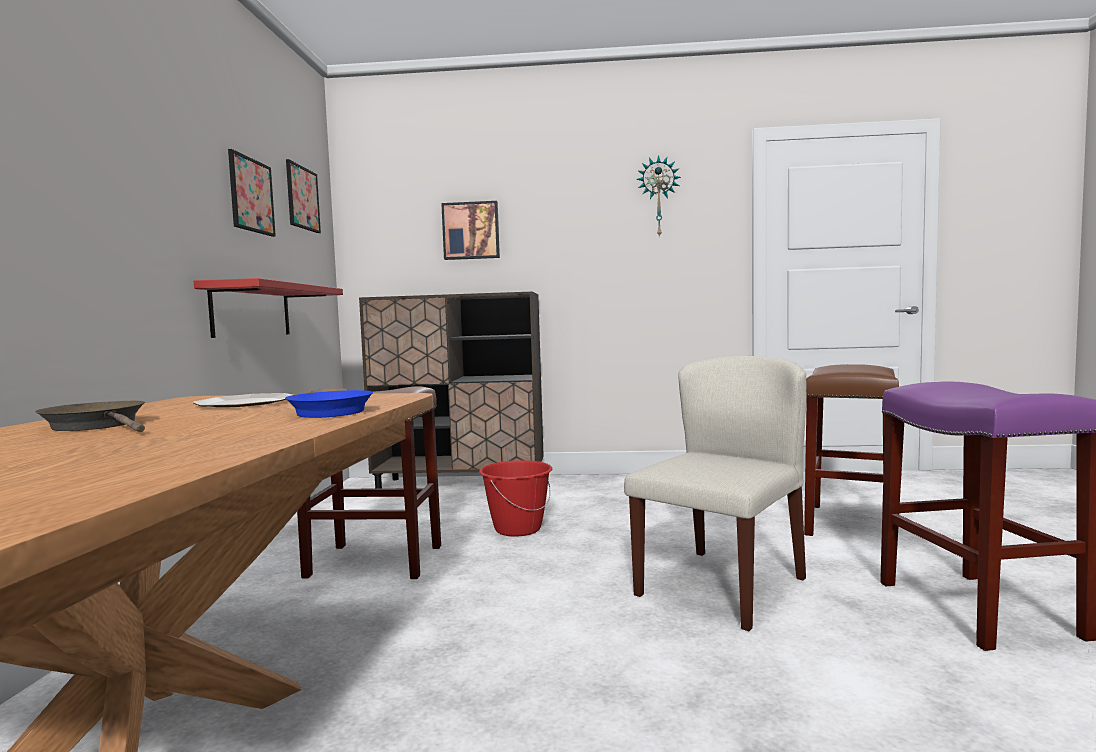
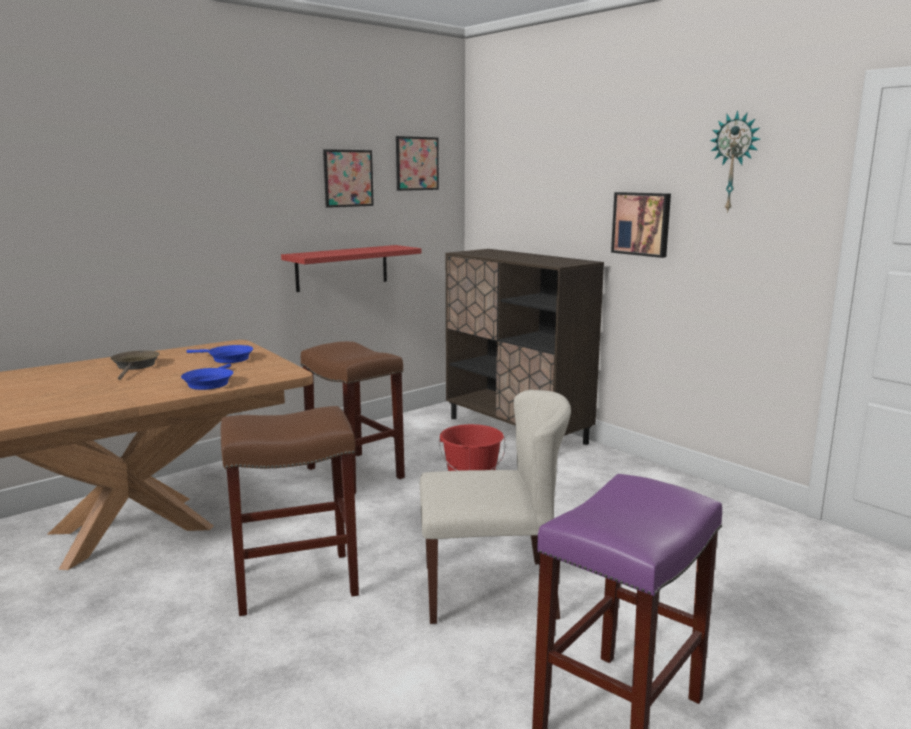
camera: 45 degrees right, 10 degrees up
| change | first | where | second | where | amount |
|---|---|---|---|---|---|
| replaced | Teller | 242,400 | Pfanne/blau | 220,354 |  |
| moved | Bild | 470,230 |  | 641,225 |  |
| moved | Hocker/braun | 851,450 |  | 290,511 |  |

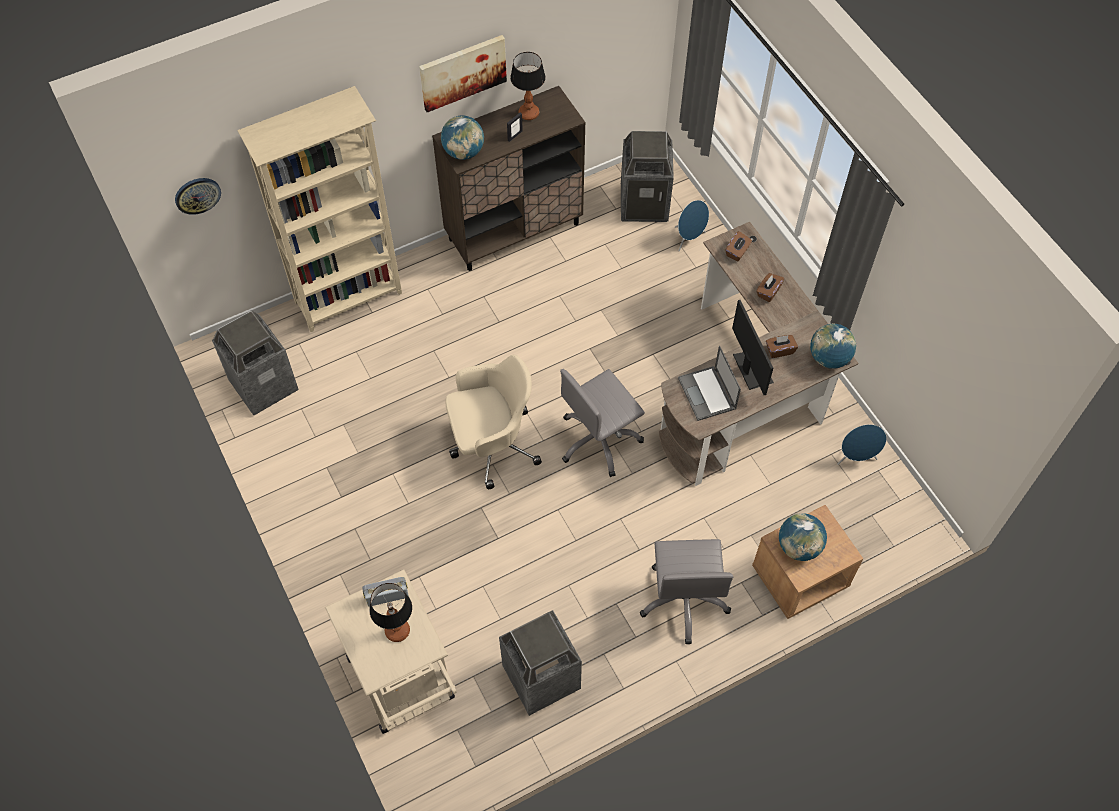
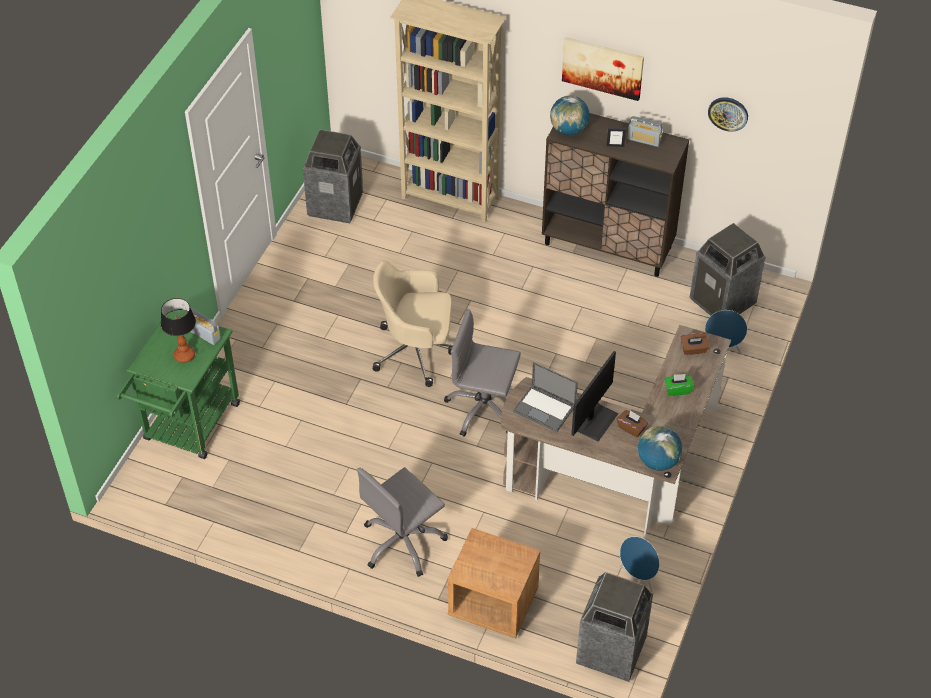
camera: 50 degrees right, 10 degrees down
| change | first | where | second | where | amount |
|---|---|---|---|---|---|
| moved | Wanduhr | 198,196 |  | 728,114 |  |
| recoloured | Rollwagen/beige | 391,651 | Rollwagen/grün | 178,385 |  |
| turned | Bürostuhl/beige | 493,422 |  | 413,324 | 150 degrees clockwise |
| moved | Mülleimer | 540,663 |  | 614,627 |  |
| replaced | Tischlampe | 528,86 | Radio | 645,131 |  |
| turned | Laptop | 709,383 |  | 545,397 | 90 degrees counterclockwise |
| recoloured | Taschentuchbox/braun | 770,287 | Taschentuchbox/grün | 679,385 |  |
| removed | Globus | 803,537 |  |  |  |

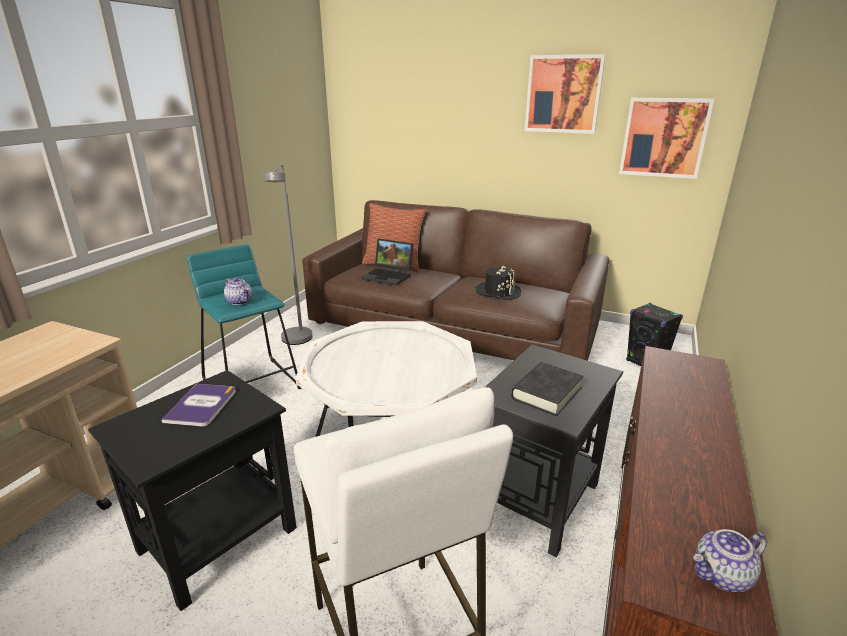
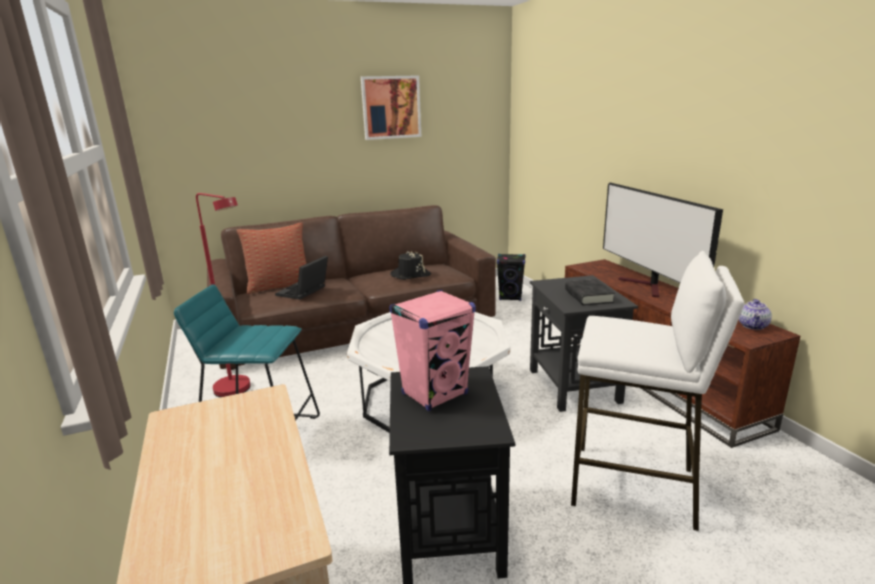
camera: 45 degrees left, 5 degrees down
| change | first | where | second | where | amount |
|---|---|---|---|---|---|
| replaced | Buch | 198,405 | Lautsprecher/rosa | 432,350 |  |
| removed | Teekanne | 238,291 |  |  |  |
| recoloured | Stehlampe/grau | 288,254 | Stehlampe/rot | 223,295 |  |
| turned | Laptop | 387,262 |  | 301,278 | 135 degrees clockwise |
| removed | Bild | 666,138 |  |  |  |
| added |  |  | Fernseher | 663,240 |  |

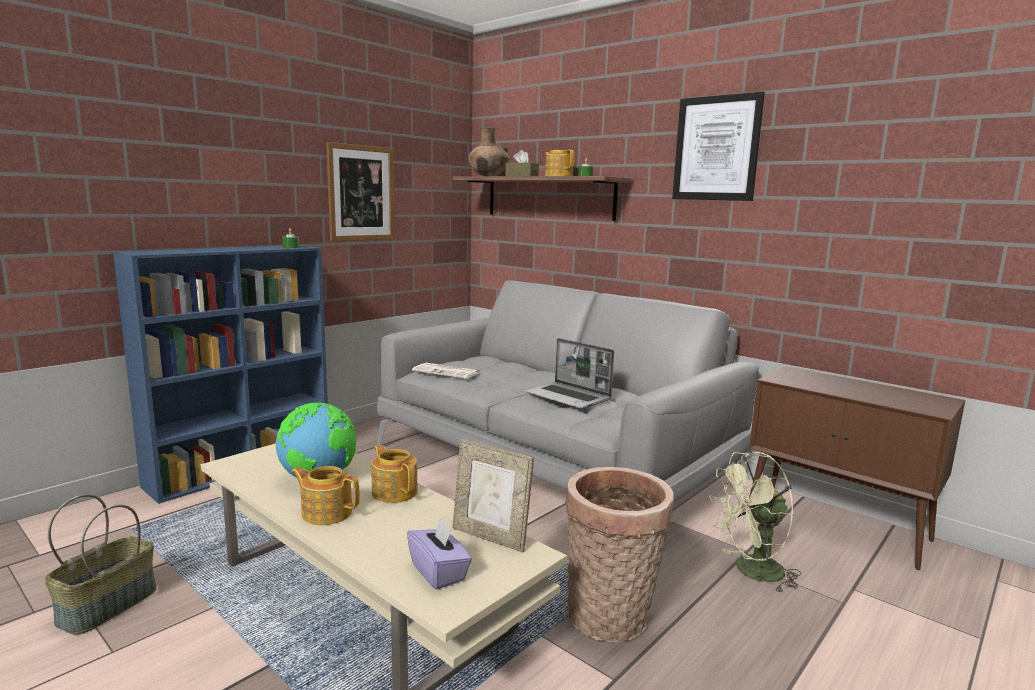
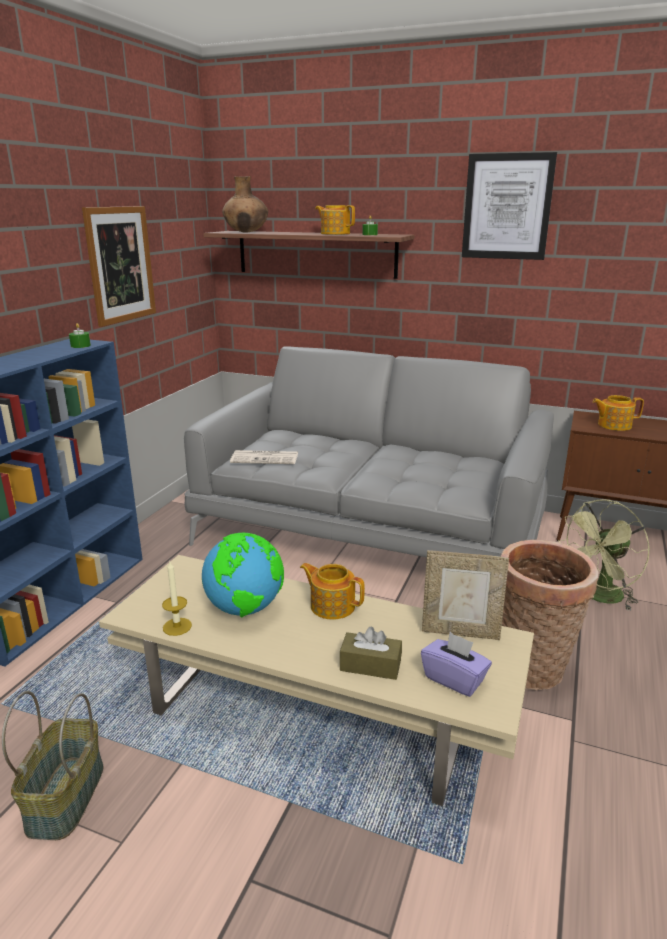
camera: 20 degrees left, 10 degrees up
| change | first | where | second | where | amount |
|---|---|---|---|---|---|
| moved | Teekanne | 325,495 |  | 618,413 |  |
| moved | Taschentuchbox/braun | 522,163 |  | 371,653 |  |
| removed | Laptop | 569,373 |  |  |  |
| added |  |  | Kerze | 177,599 |  |

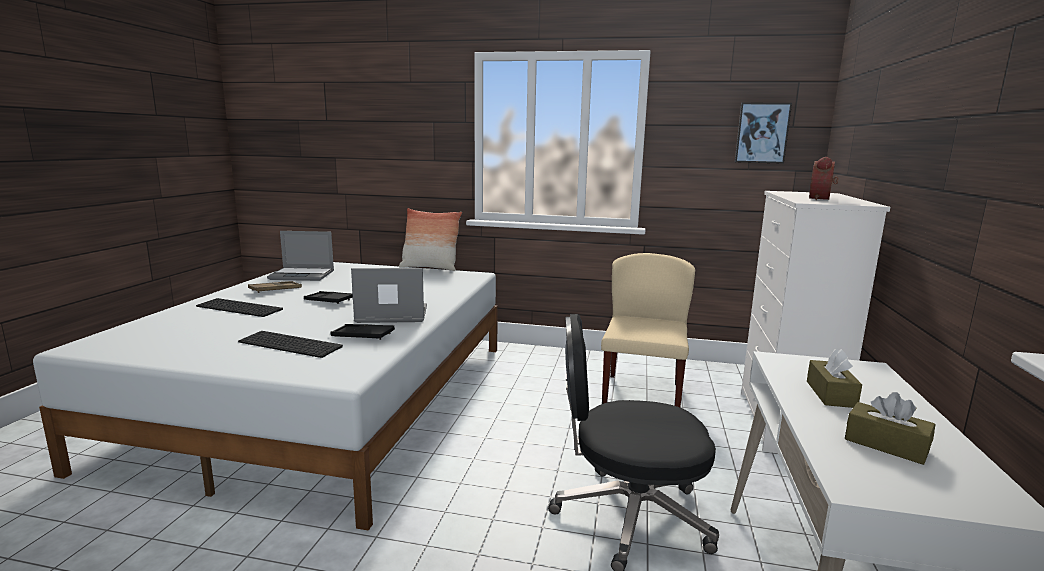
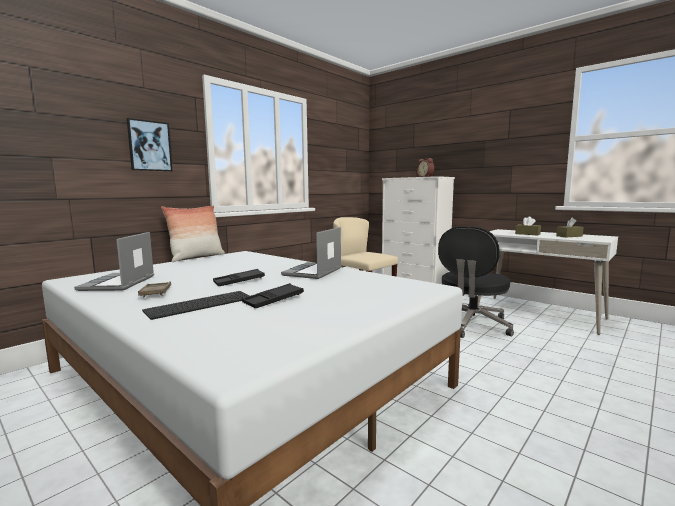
camera: 60 degrees left, 5 degrees down
| change | first | where | second | where | amount |
|---|---|---|---|---|---|
| removed | Tastatur | 290,344 |  |  |  |
| turned | Laptop | 300,256 |  | 114,261 | 150 degrees clockwise |
| moved | Tablett/schwarz | 363,332 |  | 273,295 |  |
| moved | Bild | 763,133 |  | 149,145 |  |

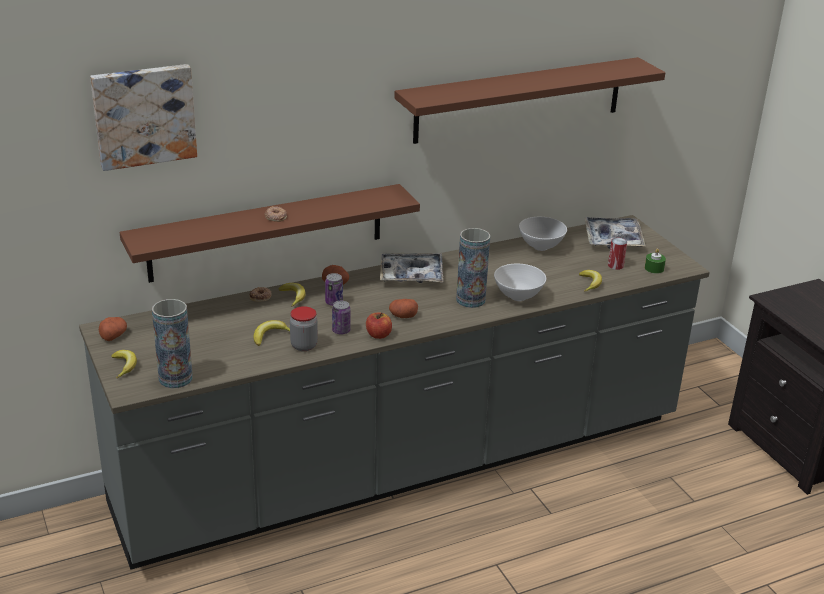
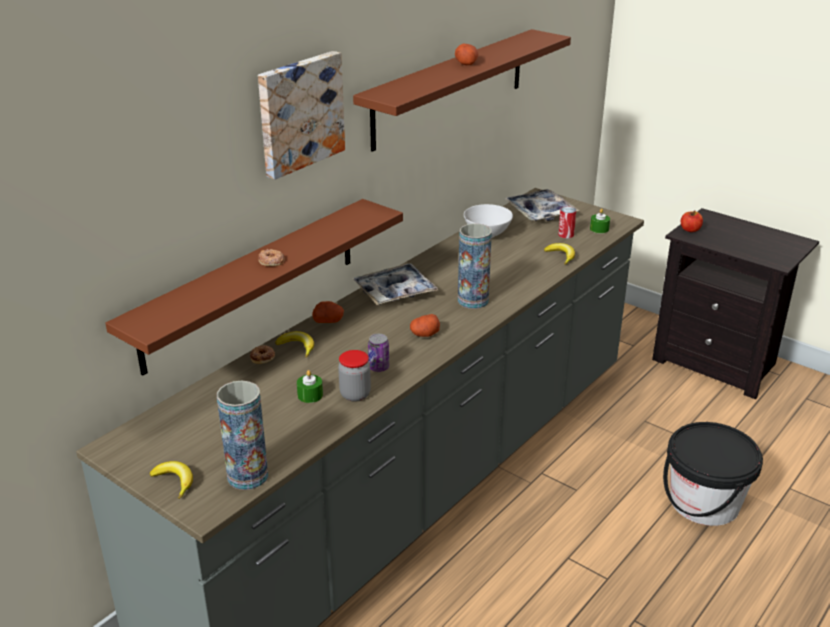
camera: 25 degrees left, 0 degrees up
| change | first | where | second | where | amount |
|---|---|---|---|---|---|
| moved | Bild | 143,117 |  | 301,115 |  |
| moved | Kartoffel | 113,329 |  | 466,54 |  |
| replaced | Banane | 272,333 | Kerze/grün | 310,386 |  |
| removed | Dose | 334,289 |  |  |  |
| moved | Apfel | 379,325 |  | 692,221 |  |
| removed | Schüssel/weiß | 520,282 |  |  |  |
| added |  |  | Eimer/schwarz | 713,474 |  |

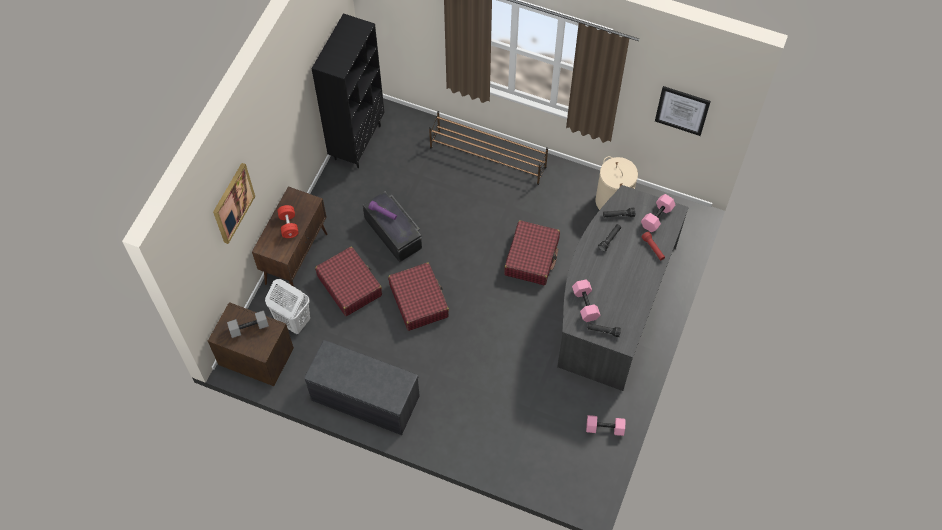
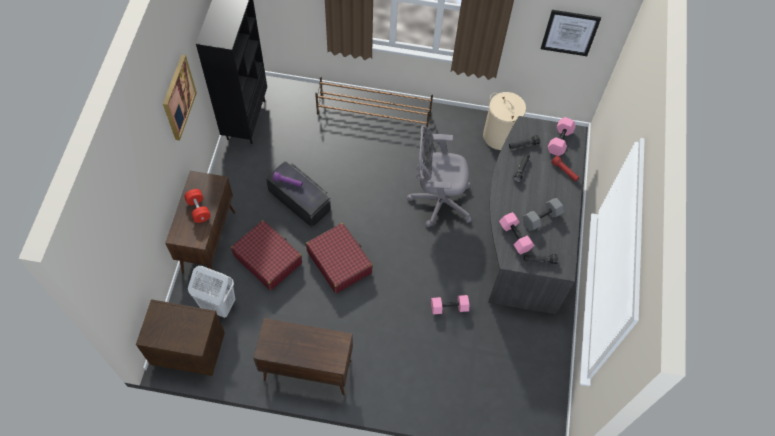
camera: 15 degrees left, 0 degrees up
| change | first | where | second | where | amount |
|---|---|---|---|---|---|
| moved | Bild | 234,203 |  | 180,97 |  |
| moved | Hantel/grau | 248,324 |  | 543,214 |  |
| replaced | Bank/grau | 362,387 | Schrank/braun | 303,356 |  |
| replaced | Koffer/rot | 532,252 | Bürostuhl/grau | 439,176 |  |
| moved | Hantel/rosa | 606,425 |  | 450,305 |  |

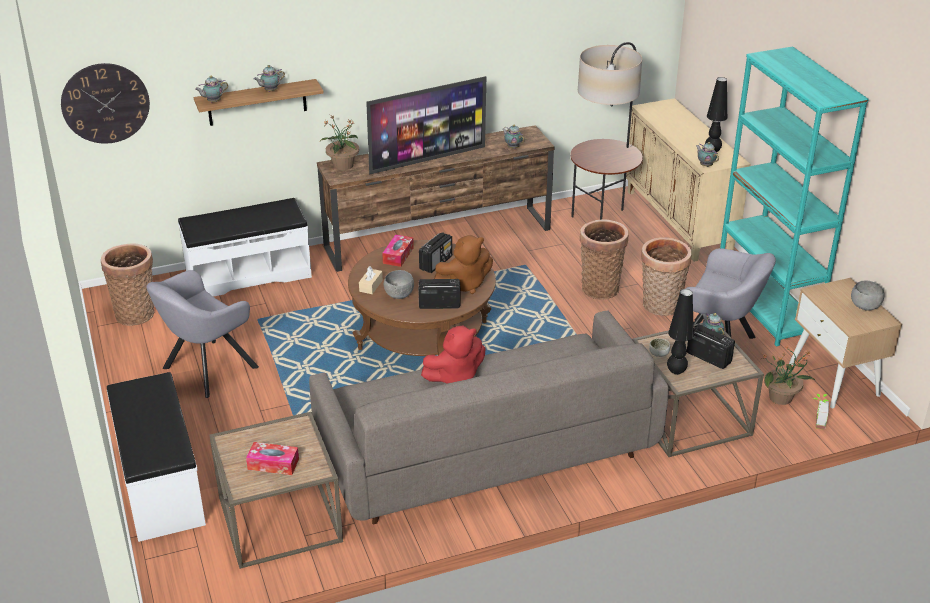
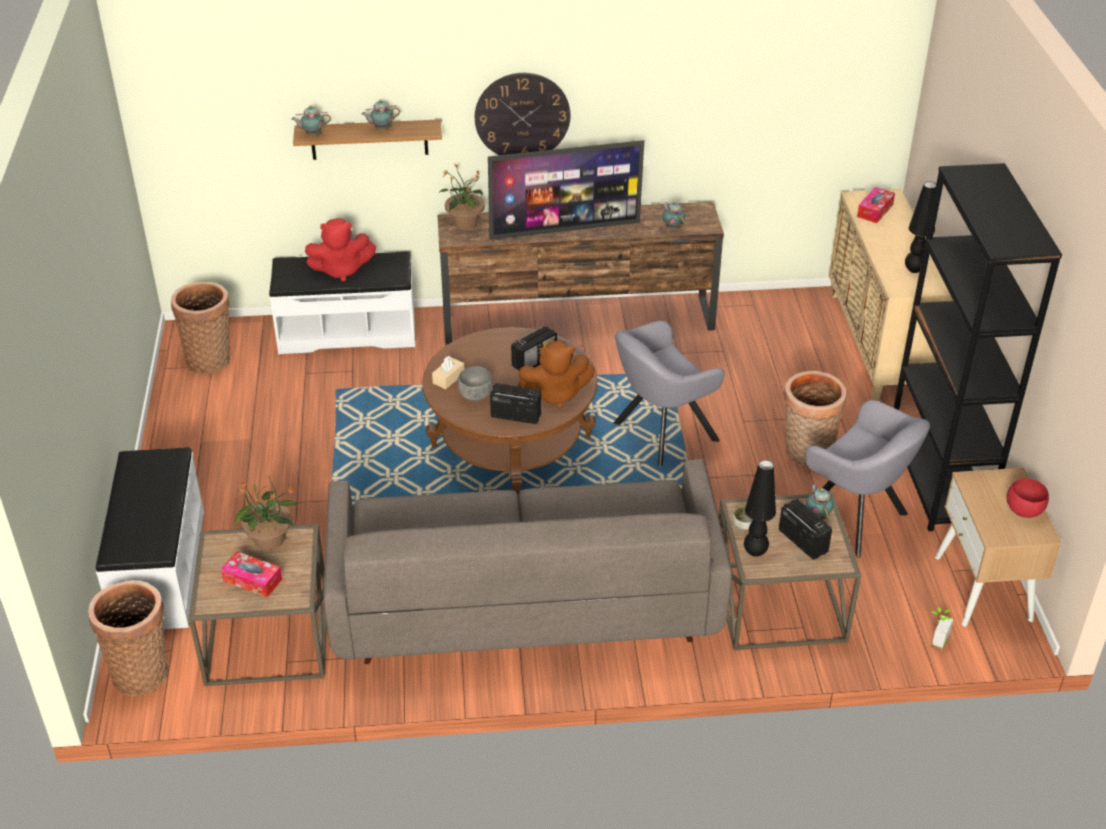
camera: 15 degrees right, 5 degrees up
| change | first | where | second | where | amount |
|---|---|---|---|---|---|
| moved | Wanduhr | 105,103 |  | 522,114 |  |
| moved | Sessel/grau | 202,334 |  | 669,394 |  |
| moved | Taschentuchbox | 398,250 |  | 876,205 |  |
| moved | Plüschtier/rot | 453,354 |  | 340,250 |  |
| removed | Stehlampe | 606,131 |  |  |  |
| moved | Korb | 604,260 |  | 128,638 |  |
| removed | Teekanne | 707,154 |  |  |  |
| recoloured | Bücherregal/türkis | 794,196 | Bücherregal/schwarz | 978,347 |  |
| moved | Topfpflanze | 789,375 |  | 266,512 |  |
| recoloured | Schüssel/grau | 867,296 | Schüssel/rot | 1028,498 |  |

